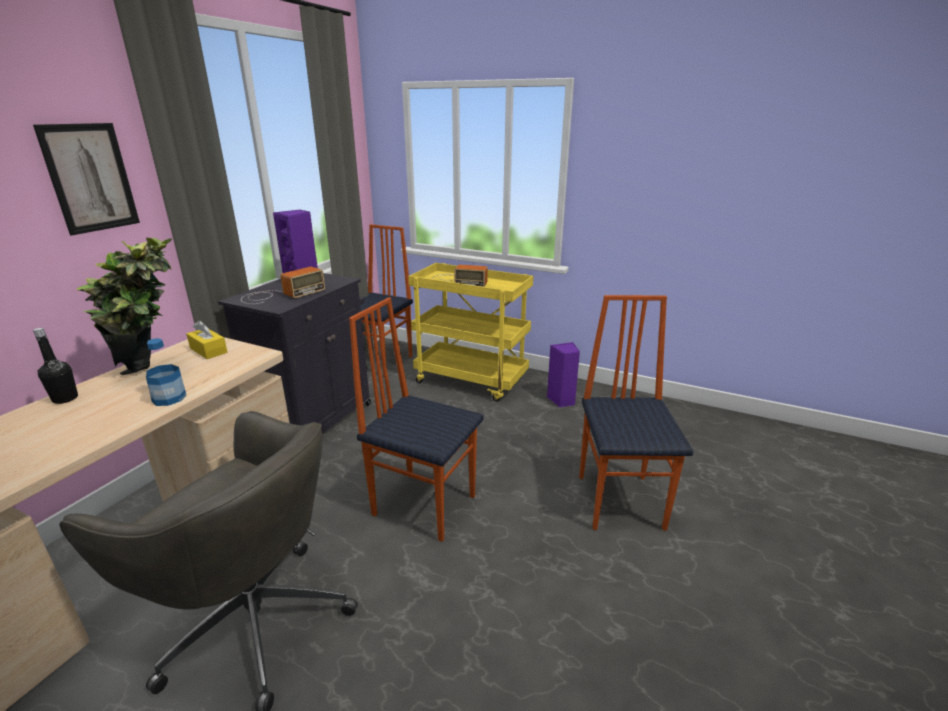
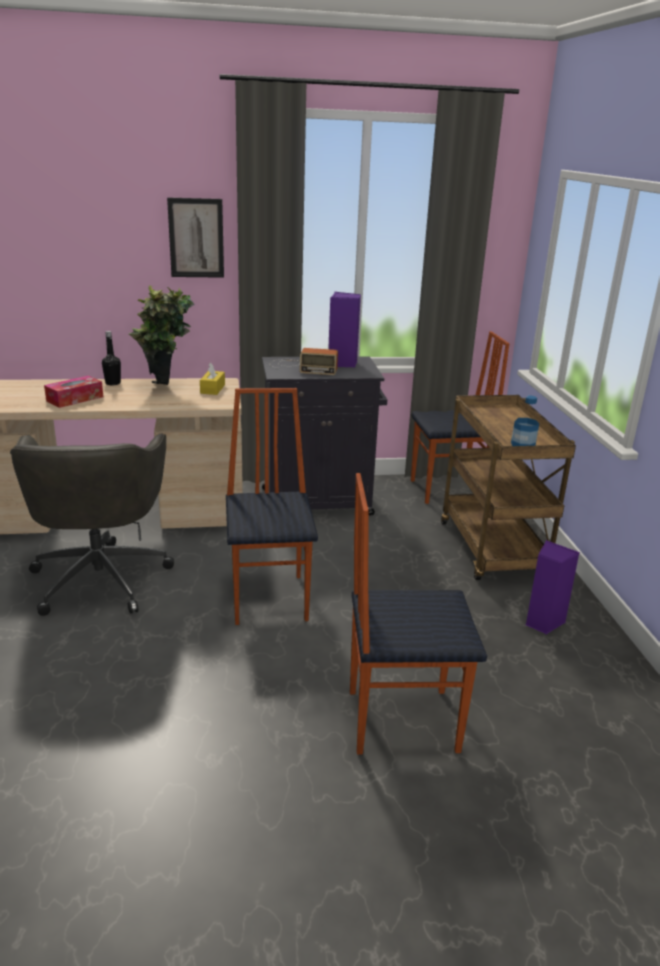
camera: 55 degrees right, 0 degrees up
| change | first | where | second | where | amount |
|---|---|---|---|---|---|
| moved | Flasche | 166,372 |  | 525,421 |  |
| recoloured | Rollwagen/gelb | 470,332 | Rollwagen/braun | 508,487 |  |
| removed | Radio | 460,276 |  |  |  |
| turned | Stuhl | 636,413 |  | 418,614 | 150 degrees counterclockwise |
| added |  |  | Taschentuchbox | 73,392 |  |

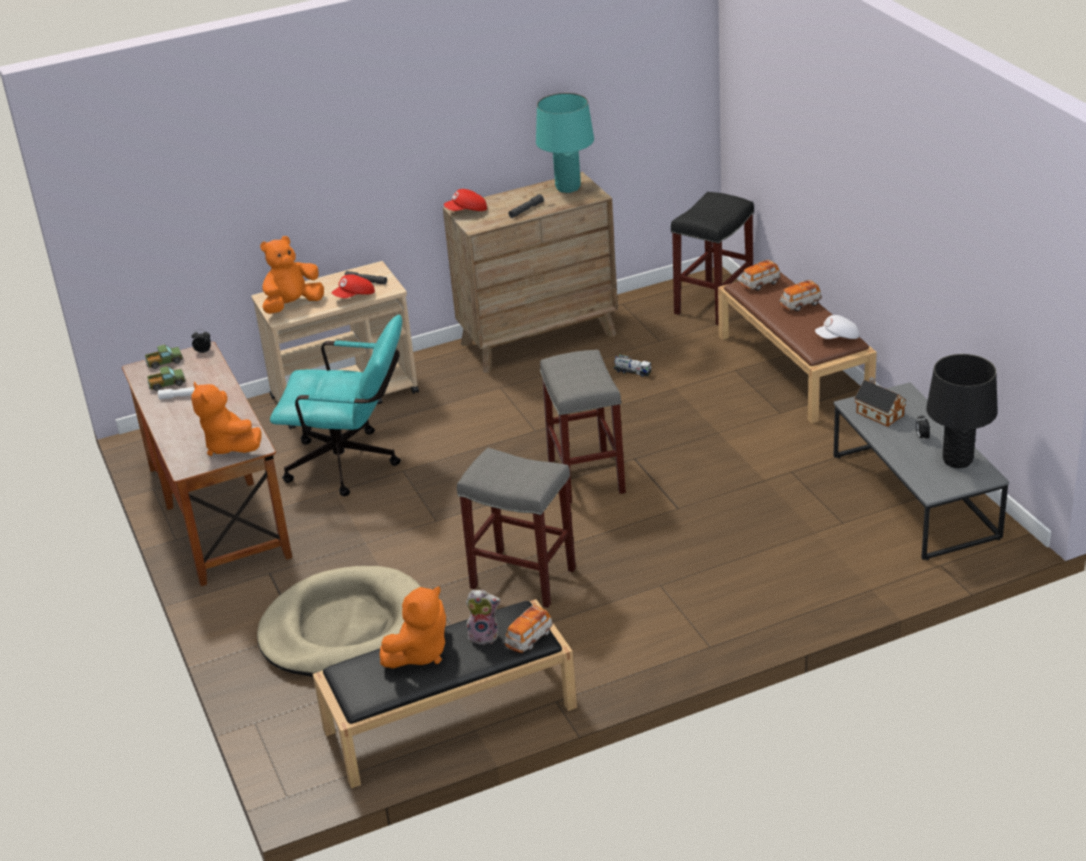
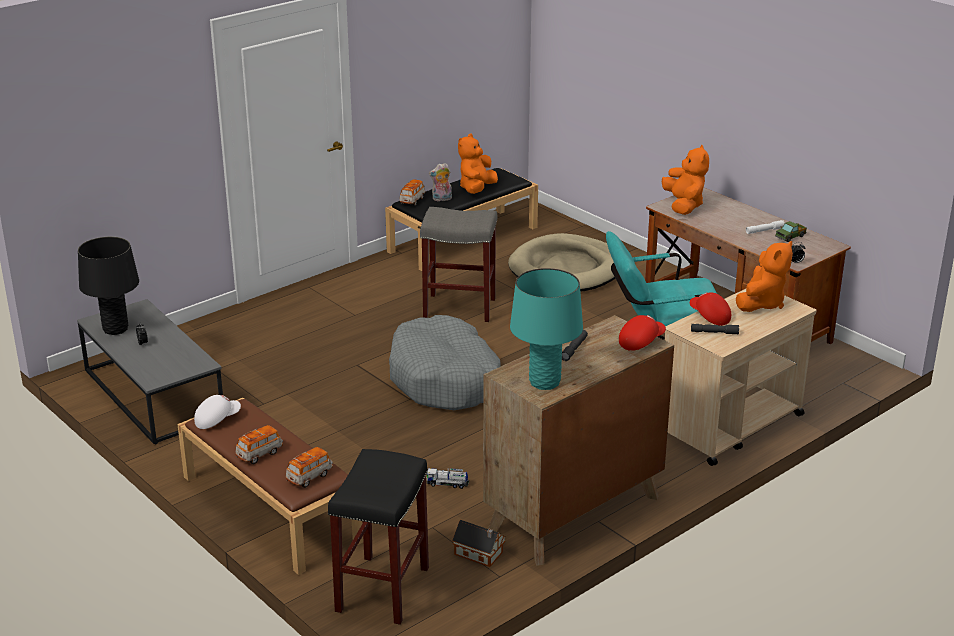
camera: 160 degrees right, 5 degrees down
| change | first | where | second | where | amount |
|---|---|---|---|---|---|
| removed | Spielzeuglaster | 164,357 |  |  |  |
| turned | Plüschtier/orange | 226,419 |  | 685,180 | 45 degrees clockwise |
| turned | Kappe/rot | 353,286 |  | 710,309 | 75 degrees counterclockwise |
| replaced | Hocker/grau | 583,426 | Hundebett/grau | 444,362 |  |
| moved | Spielzeughaus | 880,402 |  | 478,543 |  |

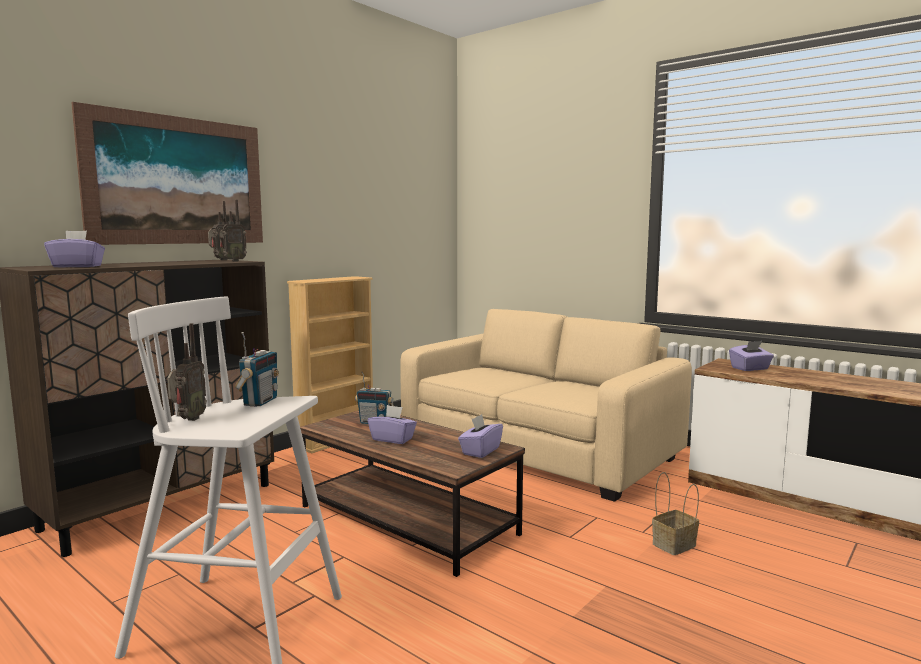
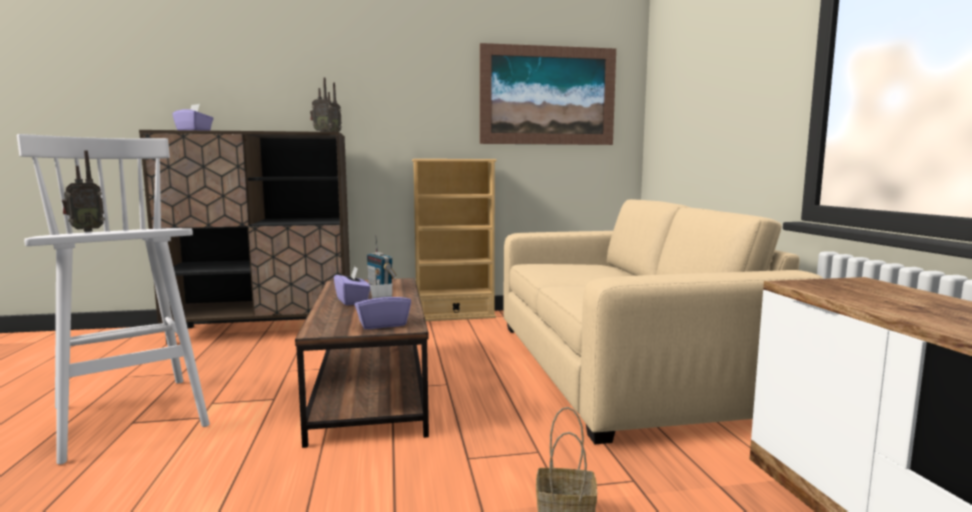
camera: 40 degrees right, 0 degrees up
| change | first | where | second | where | amount |
|---|---|---|---|---|---|
| moved | Bild | 167,173 |  | 548,94 |  |
| removed | Radio | 257,369 |  |  |  |
| removed | Taschentuchbox/lila | 751,356 |  |  |  |

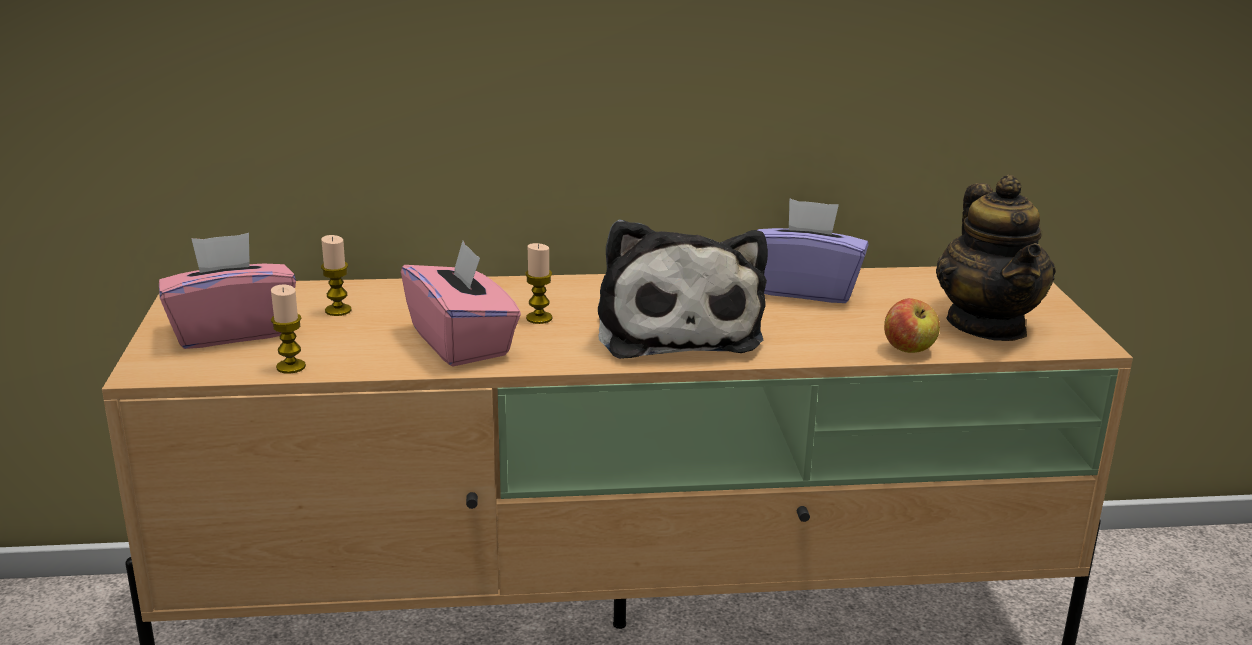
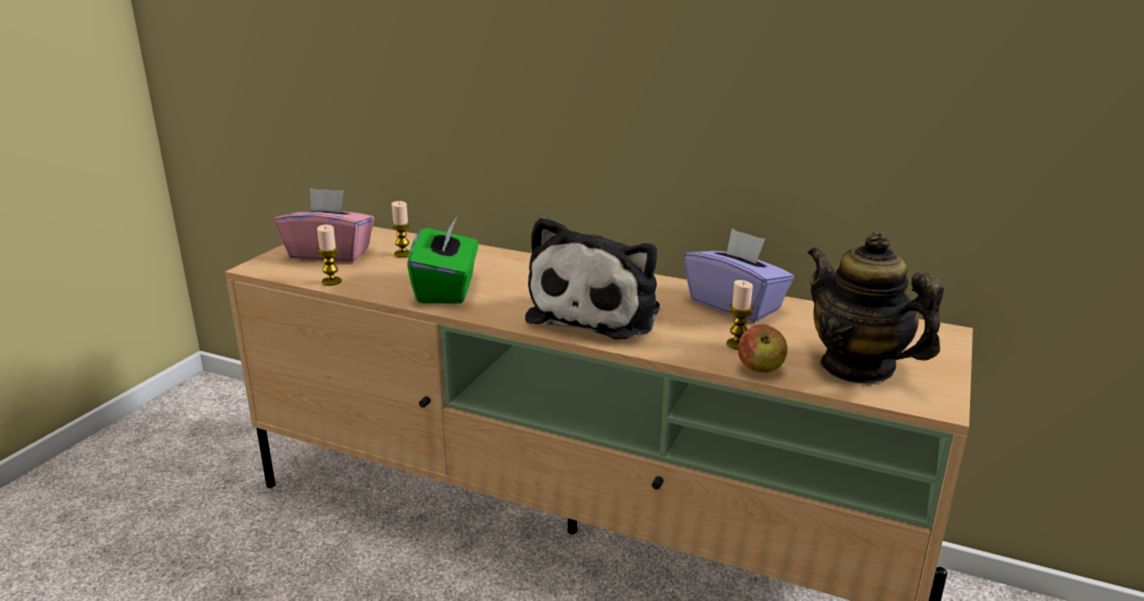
camera: 30 degrees right, 0 degrees up
| change | first | where | second | where | amount |
|---|---|---|---|---|---|
| recoloured | Taschentuchbox/rosa | 461,303 | Taschentuchbox/grün | 442,260 |  |
| moved | Kerze | 538,283 |  | 739,315 |  |
| turned | Teekanne | 996,258 |  | 876,307 | 120 degrees clockwise |

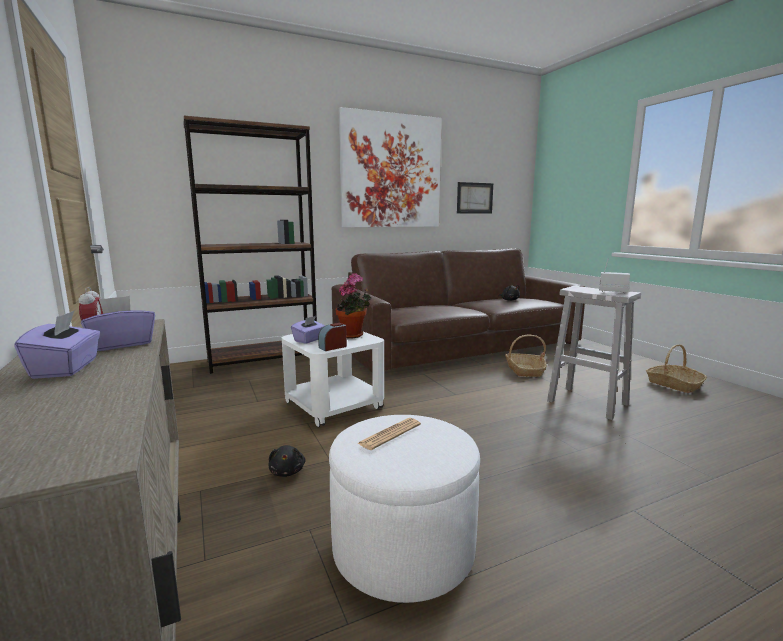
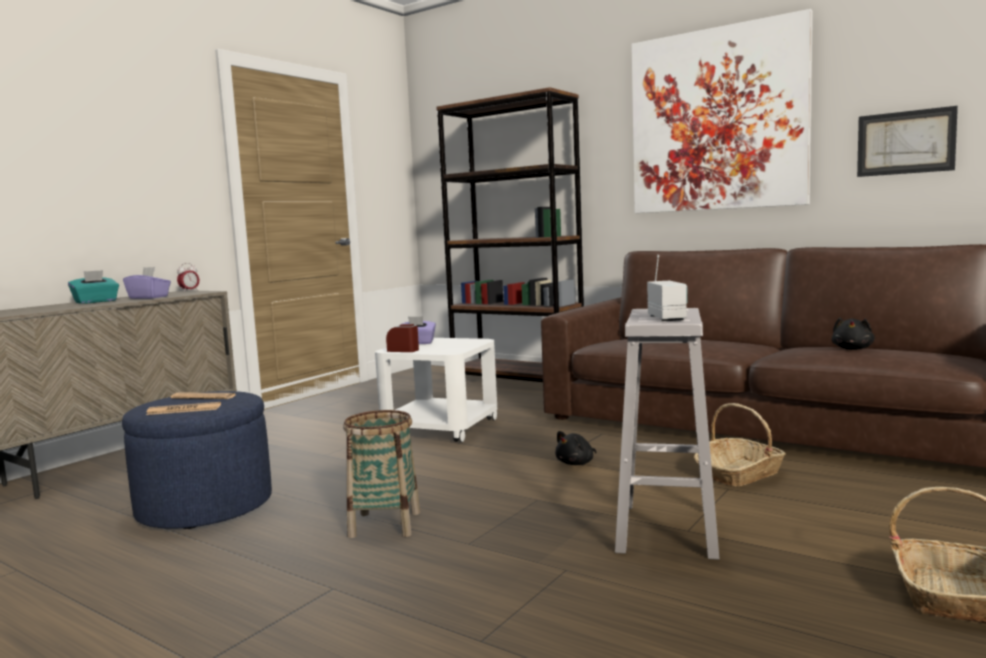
camera: 60 degrees right, 5 degrees down
| change | first | where | second | where | amount |
|---|---|---|---|---|---|
| recoloured | Taschentuchbox/lila | 57,344 | Taschentuchbox/türkis | 93,287 |  |
| moved | Plüschtier/schwarz | 286,461 |  | 576,448 |  |
| recoloured | Polsterhocker/weiß | 404,509 | Polsterhocker/blau | 197,460 |  |
| removed | Topfpflanze | 353,306 |  |  |  |
| added |  |  | Zeitung | 183,408 |  |
| added |  |  | Korb | 381,474 |  |

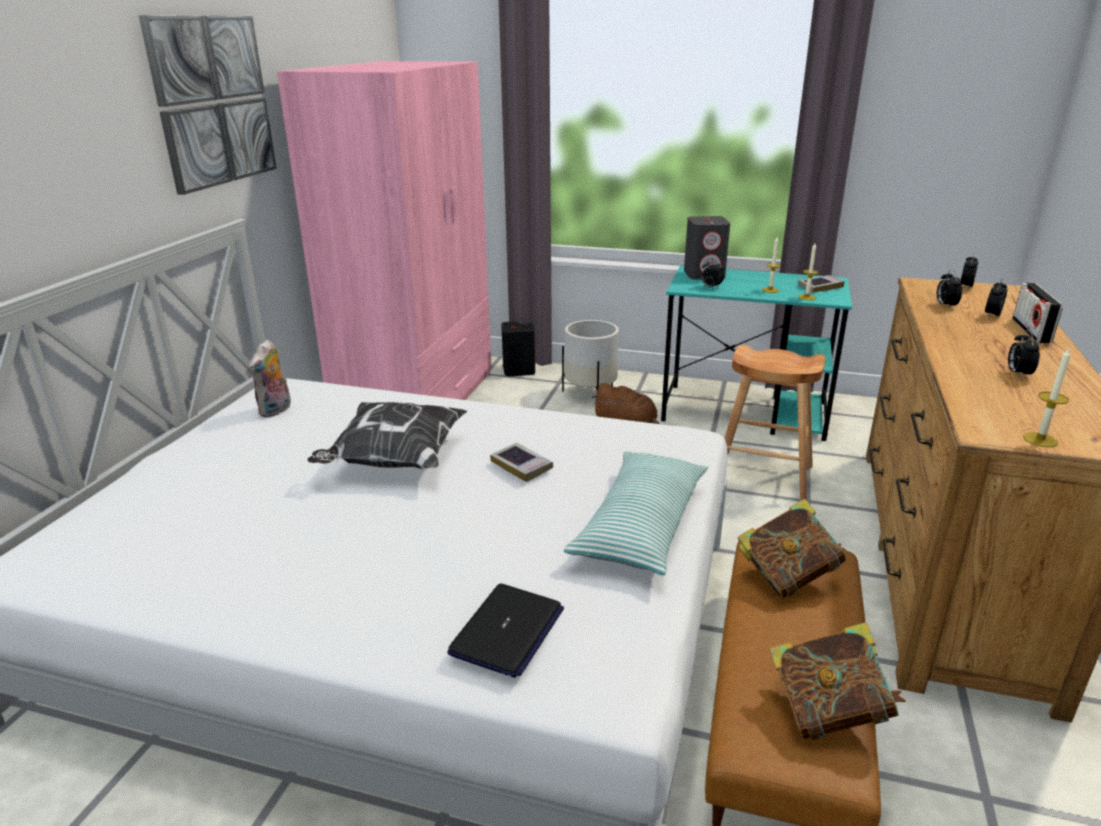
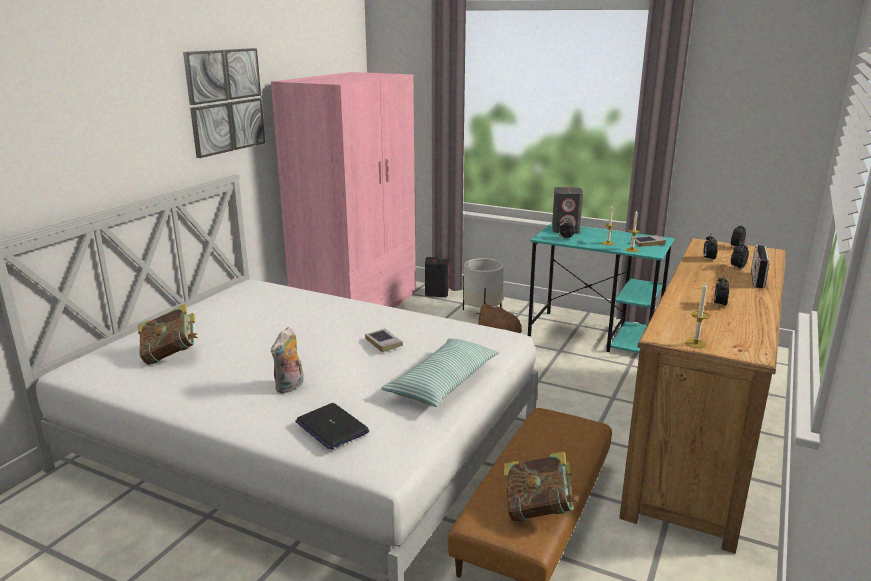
camera: 10 degrees right, 5 degrees down
| change | first | where | second | where | amount |
|---|---|---|---|---|---|
| moved | Plüschtier | 270,379 |  | 287,360 |  |
| removed | Kissen | 387,435 |  |  |  |
| turned | Laptop | 505,631 |  | 332,426 | 105 degrees clockwise |
| removed | Hocker/braun | 774,422 |  |  |  |
| moved | Buch | 792,549 |  | 168,334 |  |

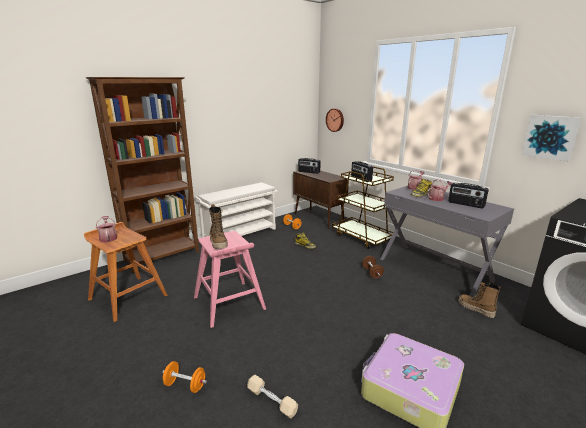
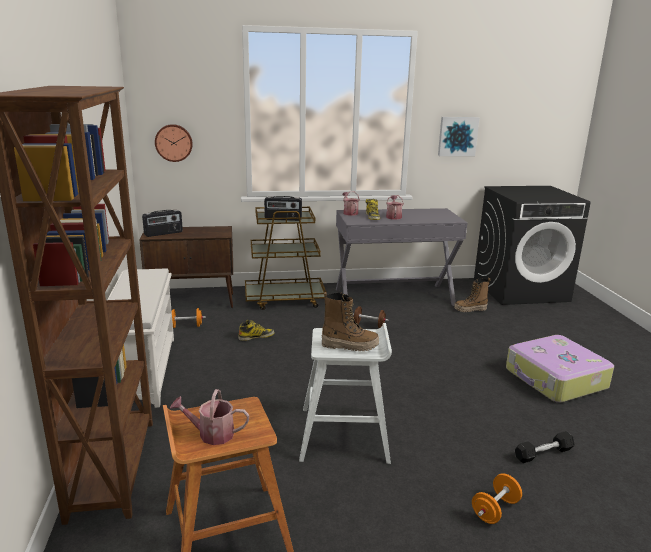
camera: 60 degrees left, 0 degrees up
| change | first | where | second | where | amount |
|---|---|---|---|---|---|
| recoloured | Hocker/rosa | 230,279 | Hocker/weiß | 345,393 |  |
| recoloured | Hantel/beige | 272,397 | Hantel/schwarz | 545,447 |  |
| removed | Radio | 468,195 |  |  |  |

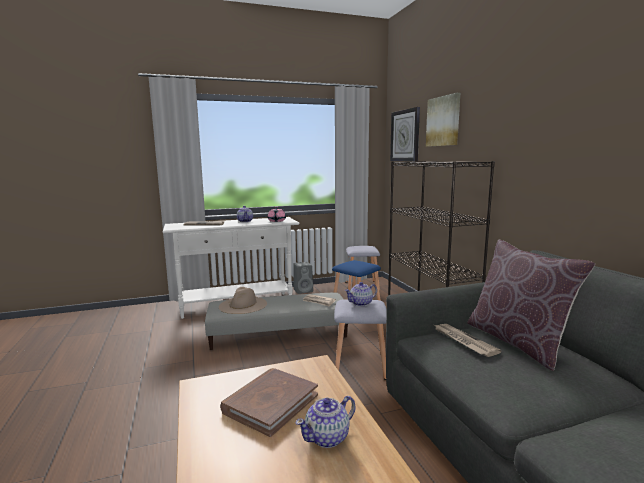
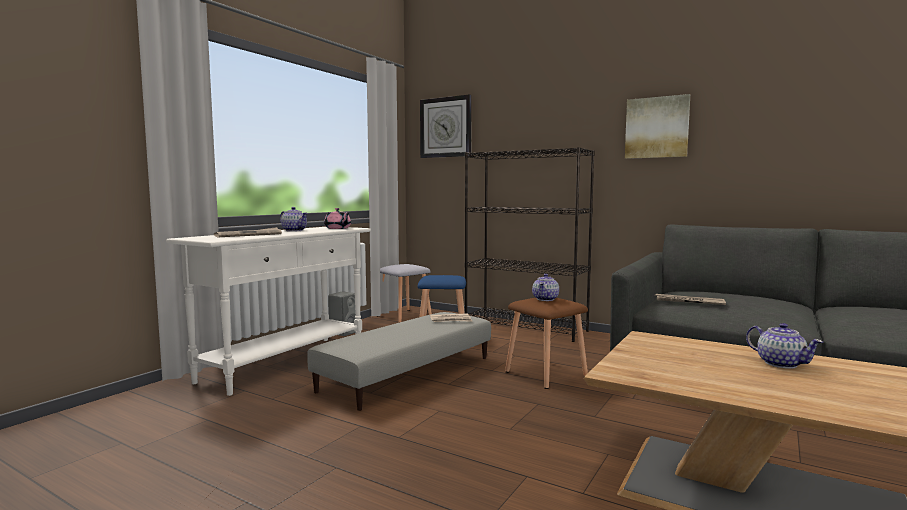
camera: 40 degrees left, 5 degrees down
| change | first | where | second | where | amount |
|---|---|---|---|---|---|
| removed | Hut/beige | 243,300 |  |  |  |
| removed | Buch/braun | 269,402 |  |  |  |
| turned | Teekanne | 326,422 |  | 784,346 | 45 degrees counterclockwise |
| recoloured | Hocker/grau | 360,339 | Hocker/braun | 546,343 |  |
| moved | Bild | 443,120 |  | 657,126 |  |
| removed | Kissen/braun | 531,305 |  |  |  |

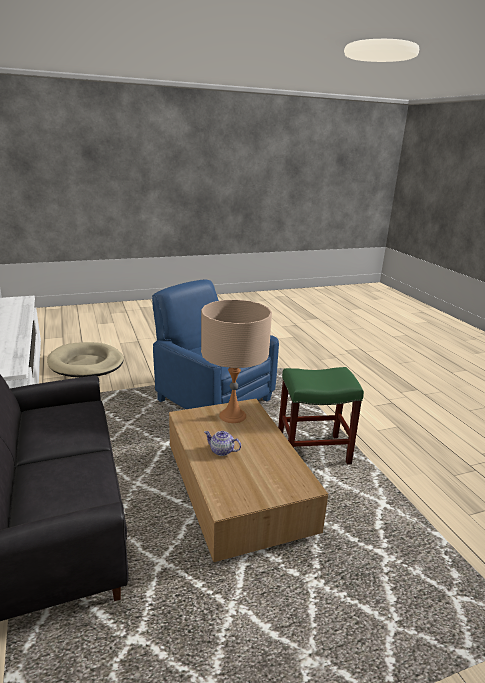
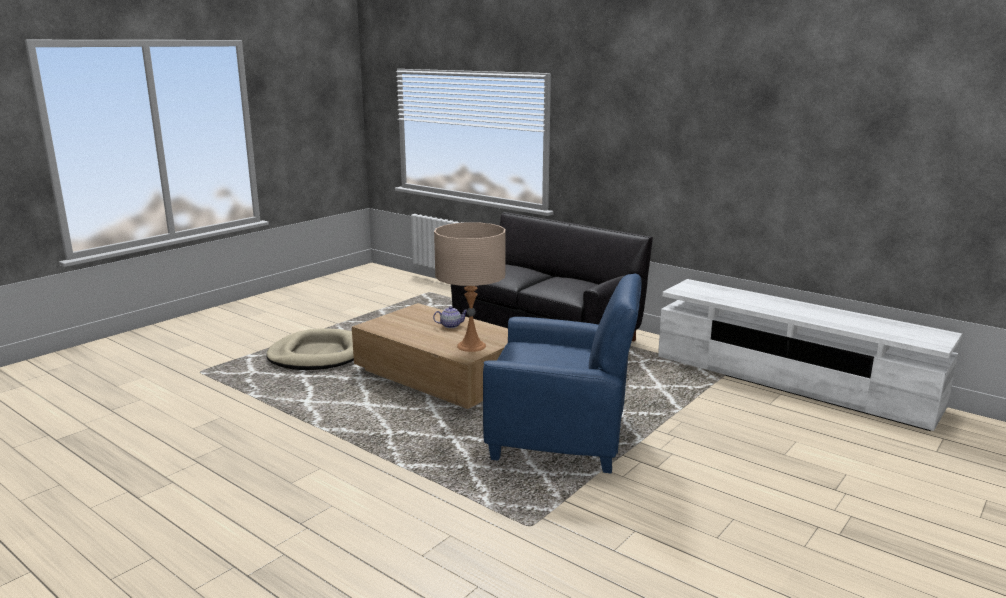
camera: 150 degrees right, 5 degrees down
| change | first | where | second | where | amount |
|---|---|---|---|---|---|
| moved | Hundebett/beige | 85,360 |  | 310,349 |  |
| removed | Hocker/grün | 321,416 |  |  |  |

